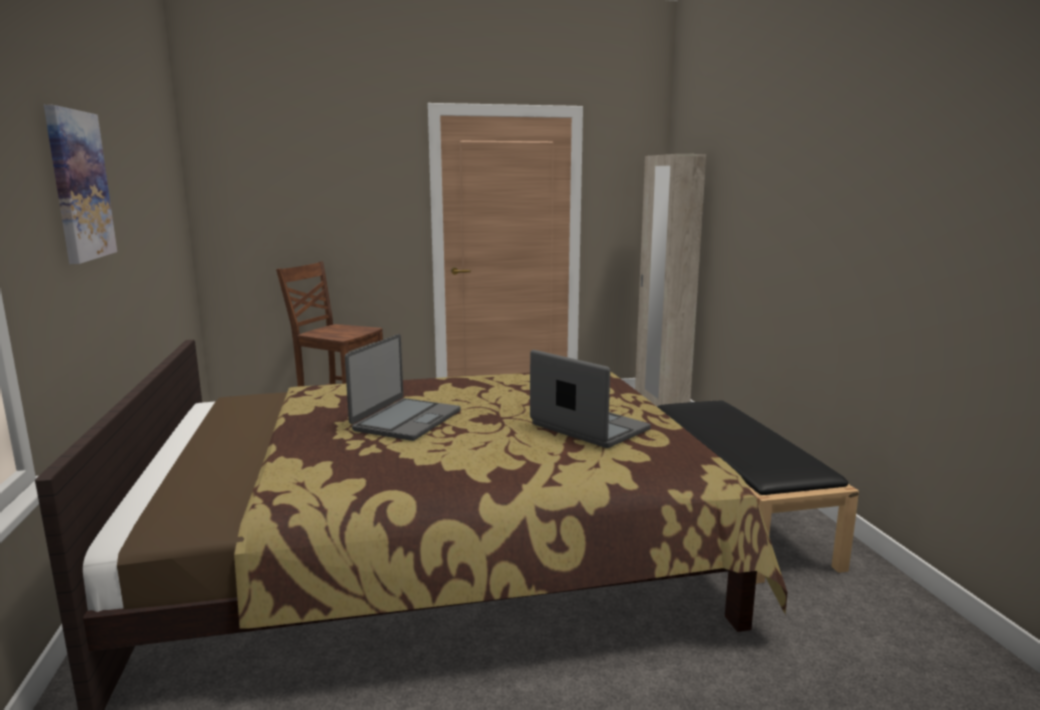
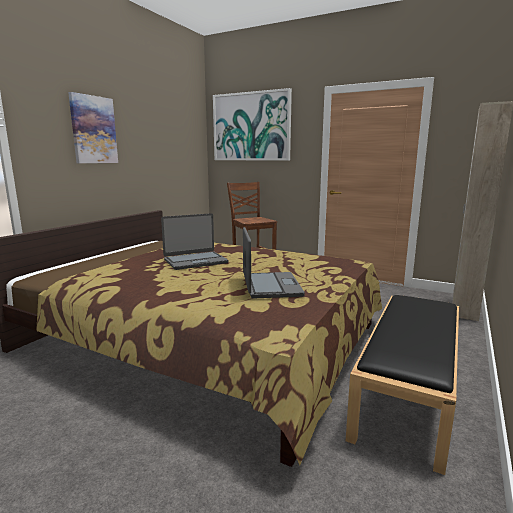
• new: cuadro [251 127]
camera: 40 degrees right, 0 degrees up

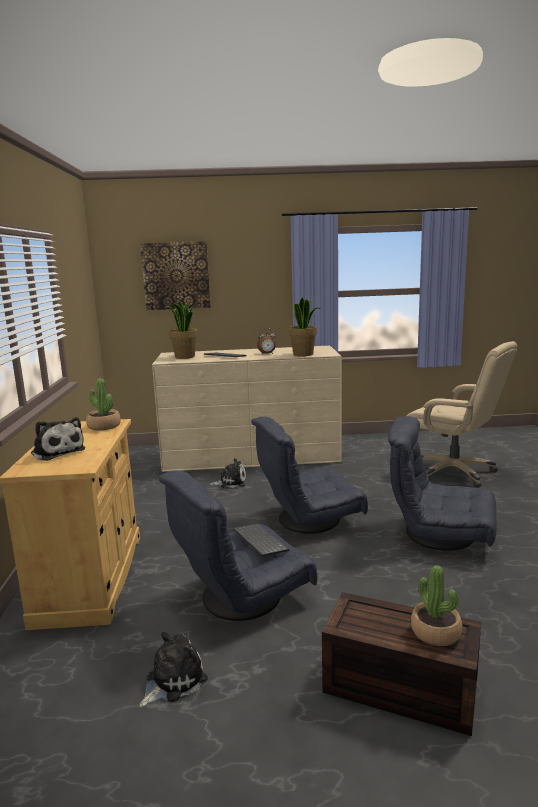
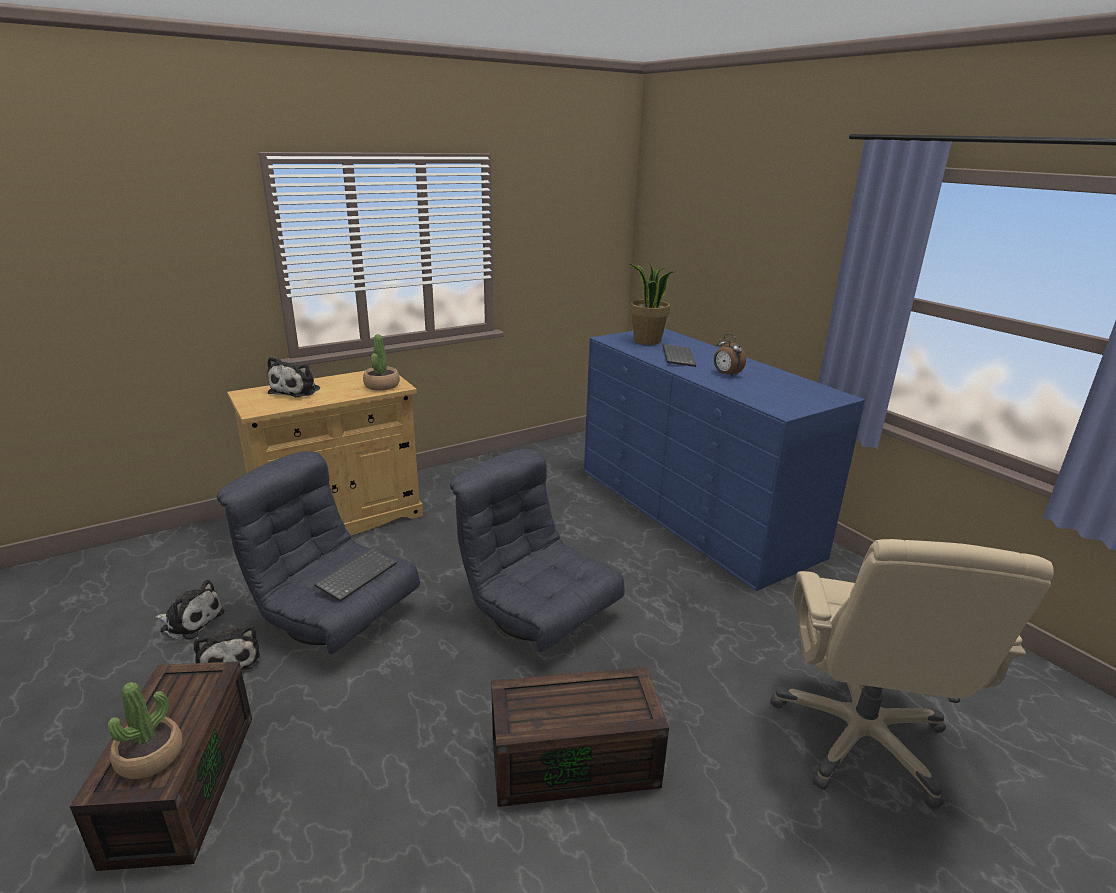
• gone: cuadro [176 276]
• gone: planta en maceta [303 354]
• shifted: peluche [231 482] to [229 659]
• swapped: sillón [gris] [440 534] to caja de almacenaje [marrón] [576 760]
• repainted: cómoda [beis] [251 455] to cómoda [azul] [693 510]
camera: 60 degrees right, 10 degrees up

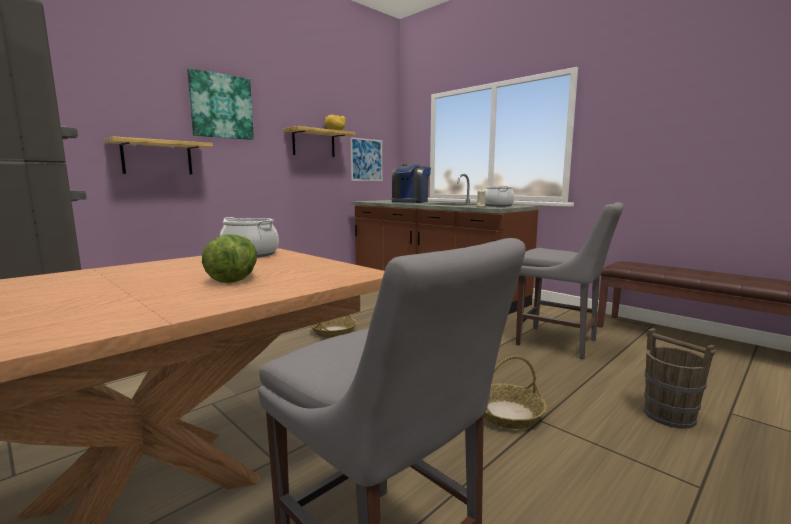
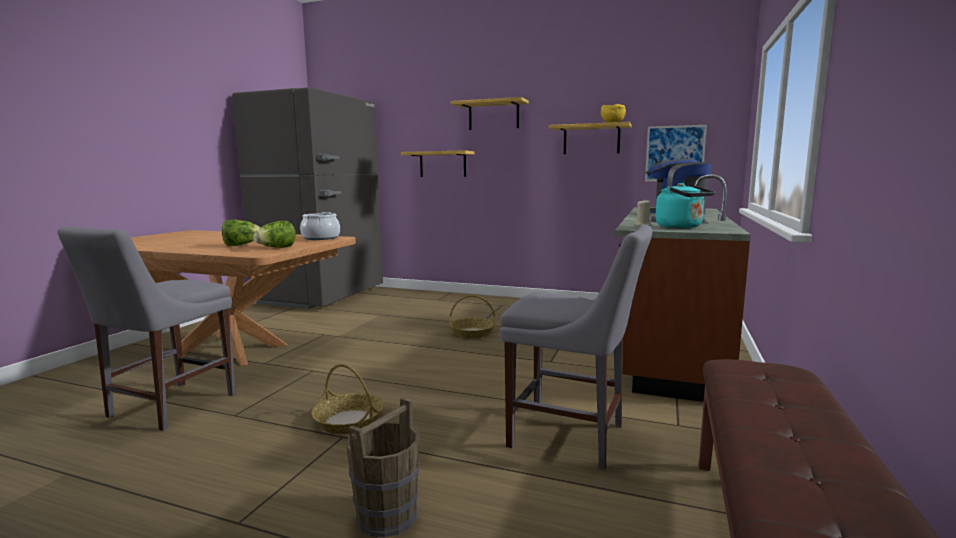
• new: lechuga [277 248]
• swapped: cuadro [221 106] to estante [493 115]
• swapped: olla [498 206] to hervidor [turquesa] [681 227]
• rotated: silla [gris] [561 343] = [572 437] 75 degrees counterclockwise
camera: 65 degrees right, 0 degrees up

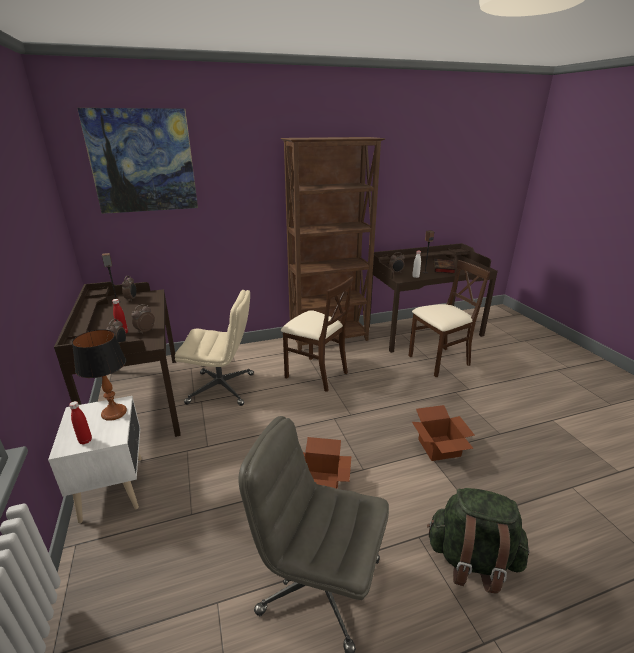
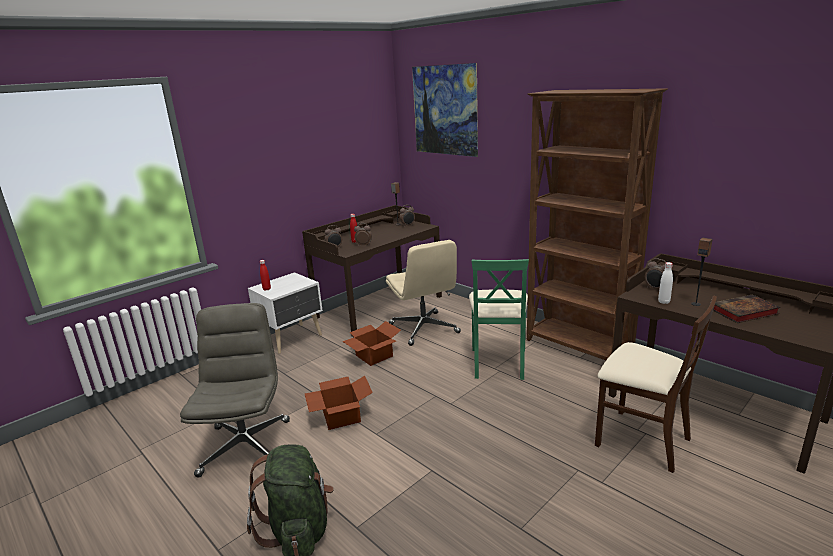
• gone: lámpara de mesa [114 413]
• shifted: caja de cartón [439 448] to [373 356]
• repainted: silla [beis] [316 374] to silla [verde] [498 363]
camera: 65 degrees right, 5 degrees down

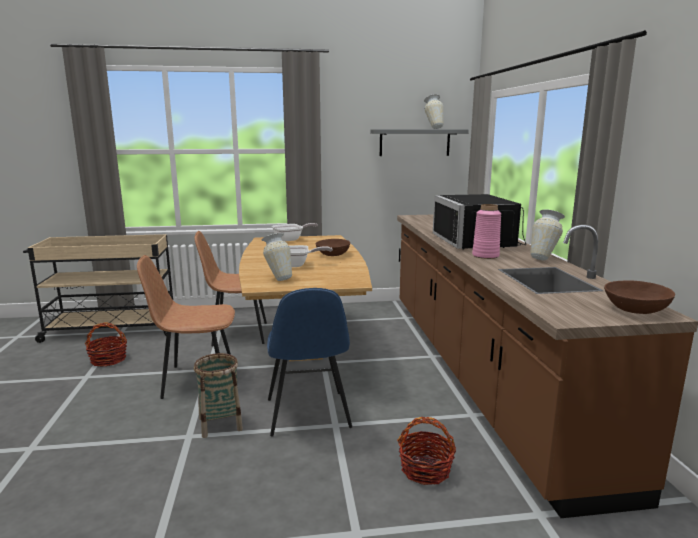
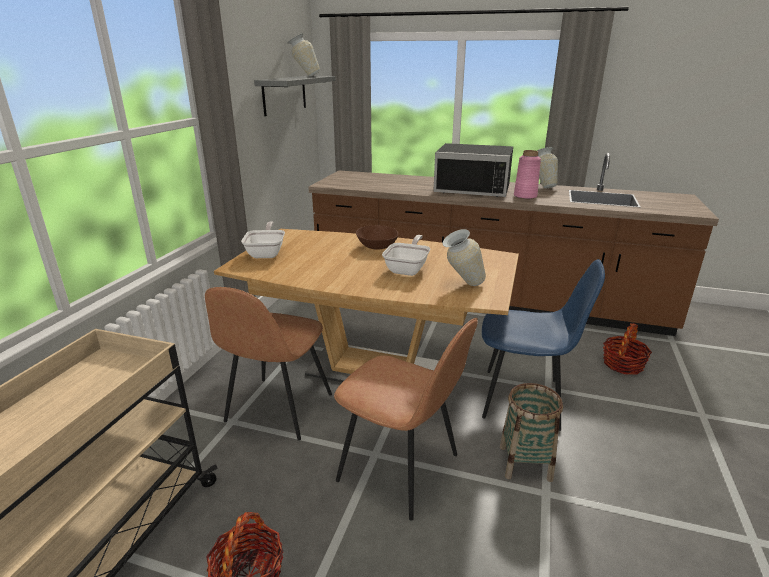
• gone: cuenco [marrón] [635 310]
• rotated: silla [marrón] [196 380] = [401 469] 75 degrees counterclockwise
camera: 65 degrees left, 10 degrees up

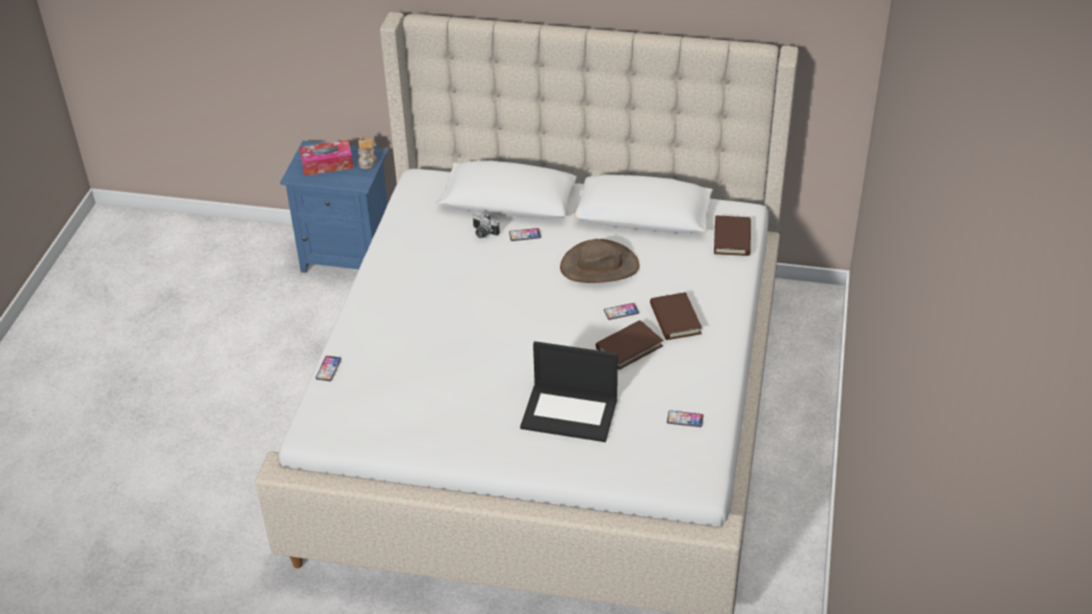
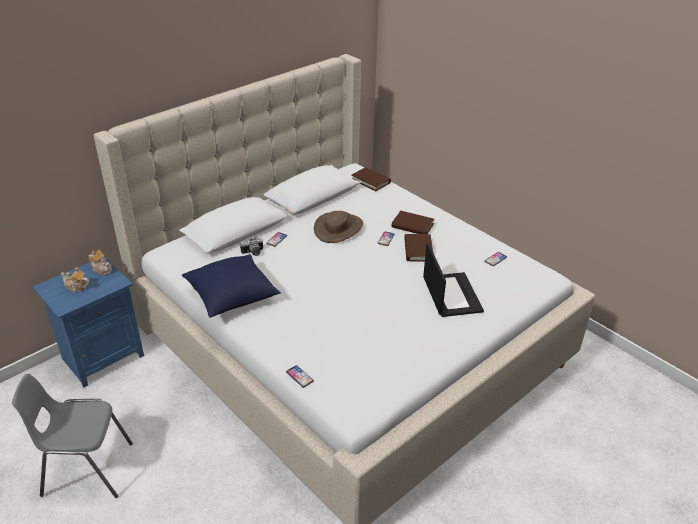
• new: silla [gris] [86 469]
• new: cojín [azul] [232 297]
• swapped: caja de pañuelos [327 164] to tetera [76 287]
• rotated: portátil [570 412] = [451 294] 60 degrees counterclockwise
camera: 55 degrees left, 5 degrees down

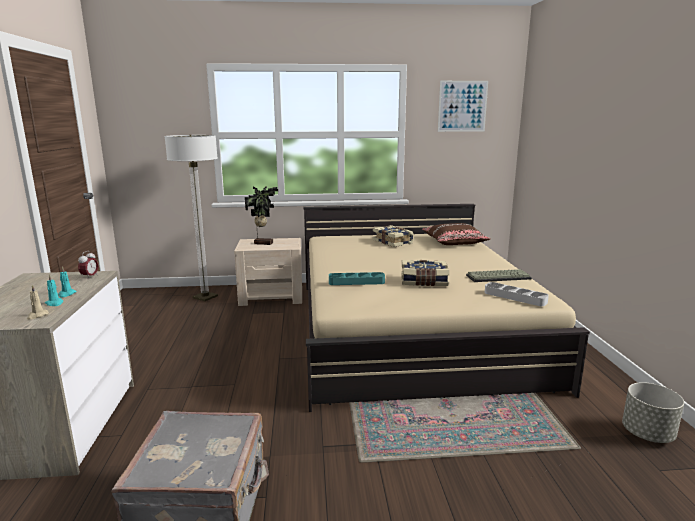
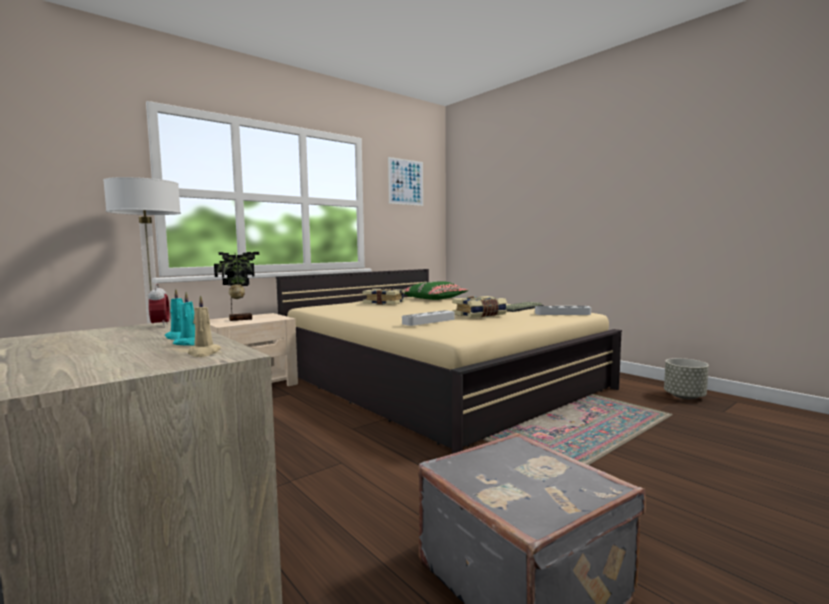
• repainted: bandeja [turquesa] [356 282] to bandeja [gris] [428 321]
• repainted: cojín [marrón] [454 242] to cojín [verde] [434 298]
camera: 35 degrees left, 10 degrees down

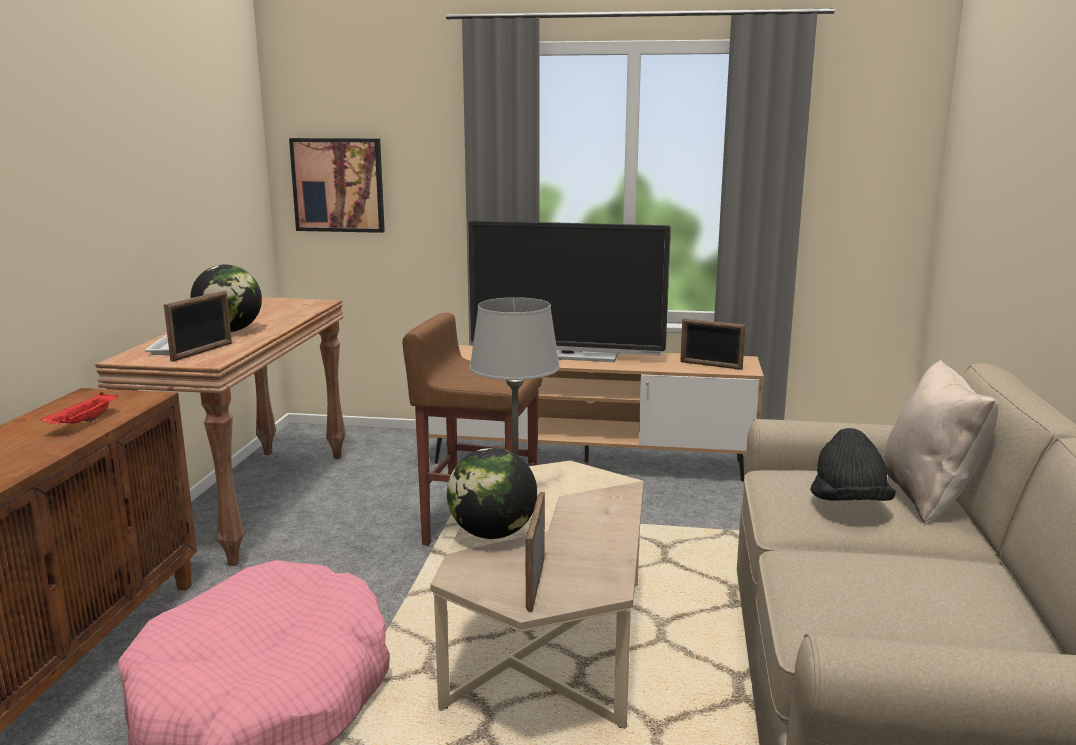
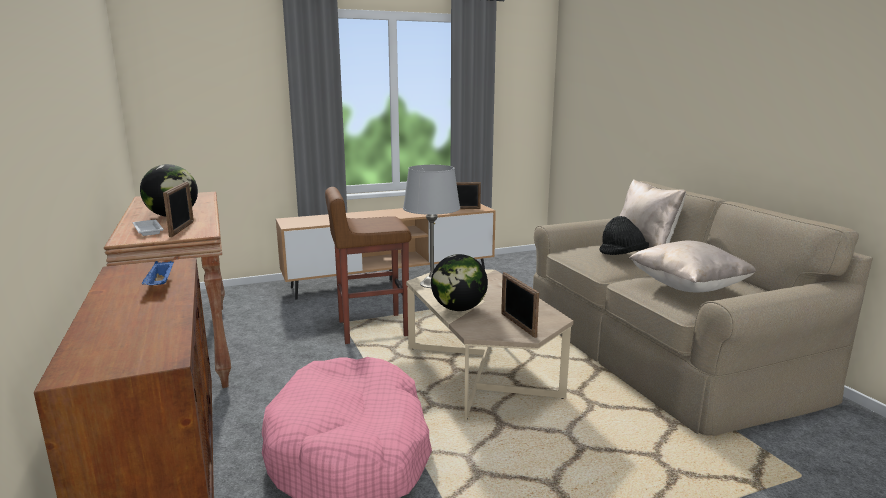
• gone: cuadro [338 185]
• gone: televisor [567 355]
• new: cojín [beis] [688 287]
• repainted: bandeja [rojo] [83 423] to bandeja [azul] [161 284]
camera: 30 degrees left, 0 degrees up

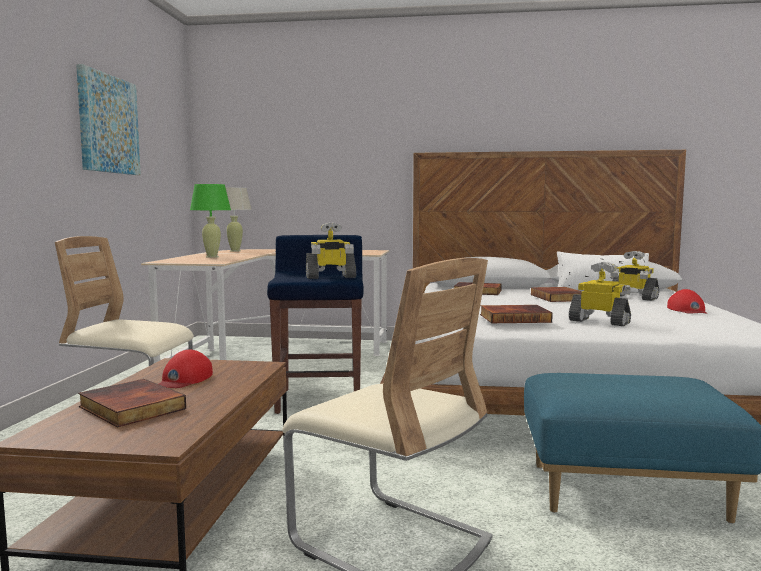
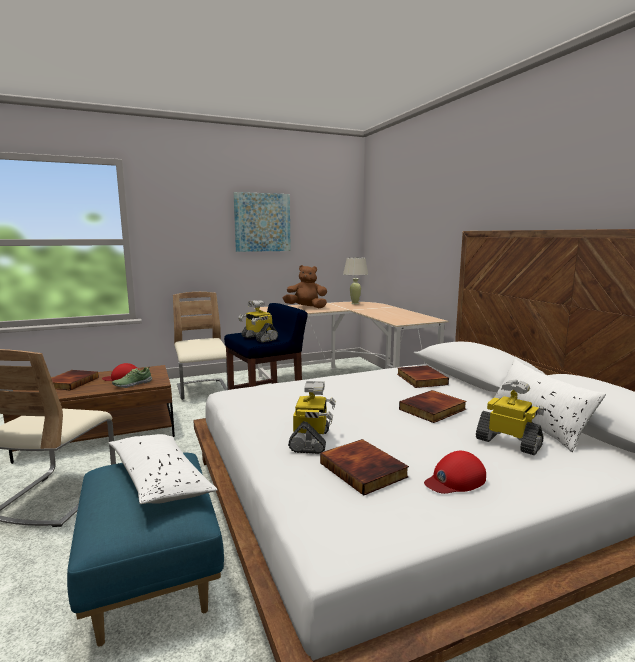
• new: cojín [blanco] [160 480]
• new: zapato [132 384]
• shifted: libro [514 318] to [364 469]
• swapped: lámpara de mesa [verde] [212 257] to peluche [marrón] [306 307]
• rotated: robot de juguete [632 297] = [509 442] 120 degrees clockwise
camera: 60 degrees right, 5 degrees up

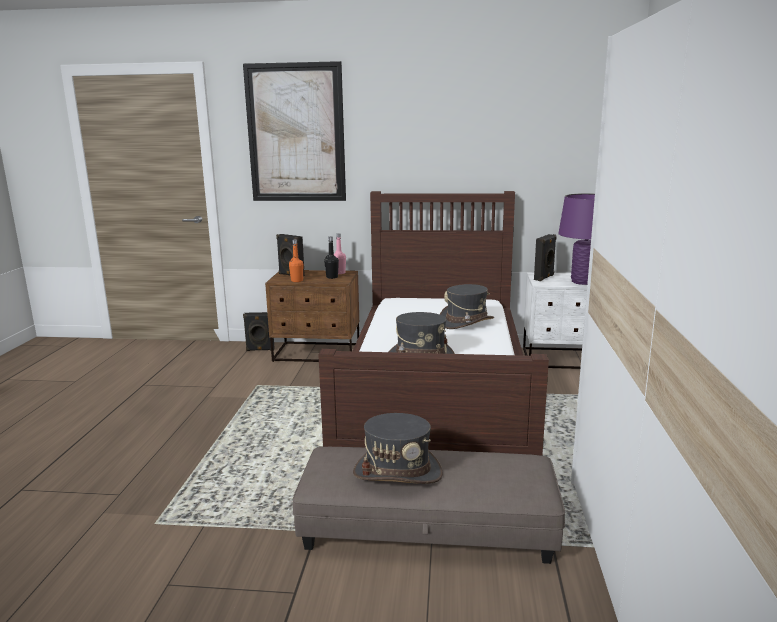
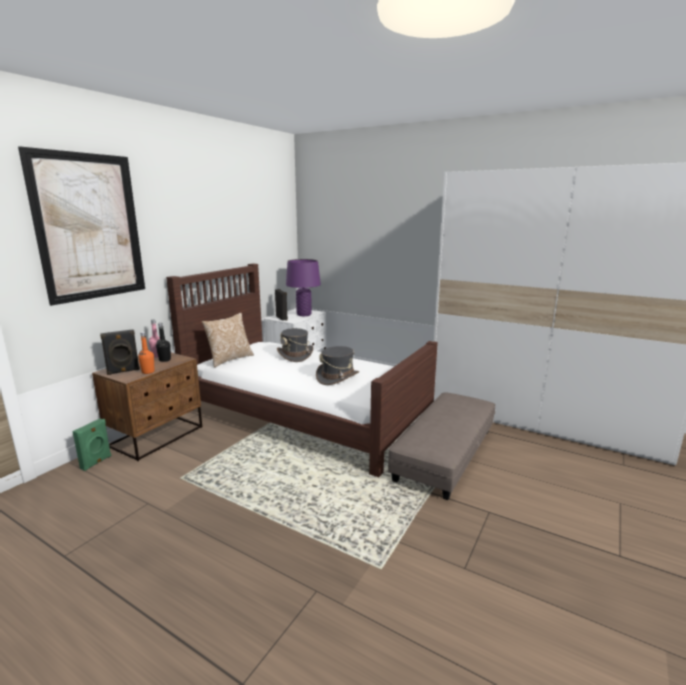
• gone: sombrero [gris] [397 472]
• new: cojín [229 359]
• repainted: altavoz [negro] [260 349] to altavoz [verde] [96 462]
camera: 65 degrees left, 0 degrees up

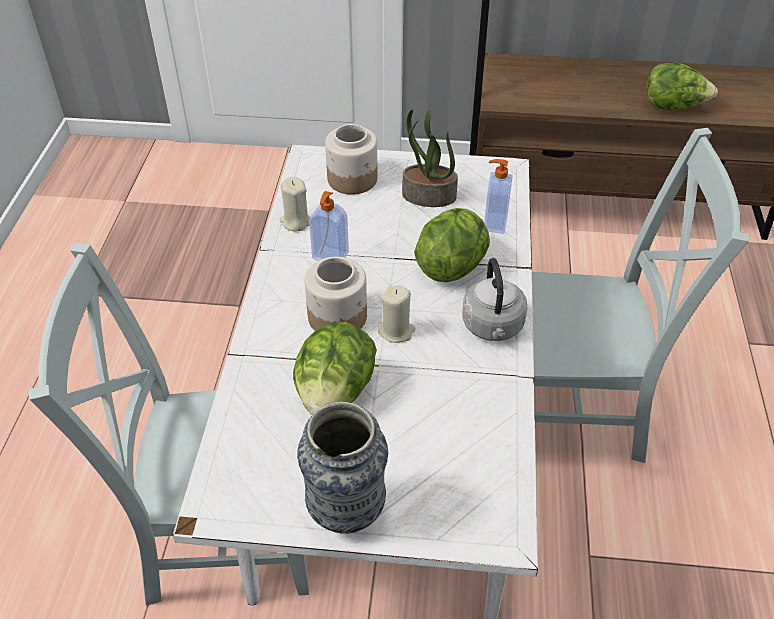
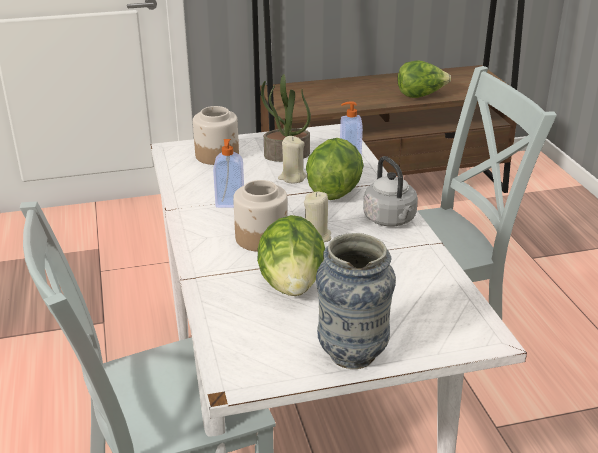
• shifted: vela [beis] [295 222] to [292 178]
camera: 20 degrees left, 15 degrees down

